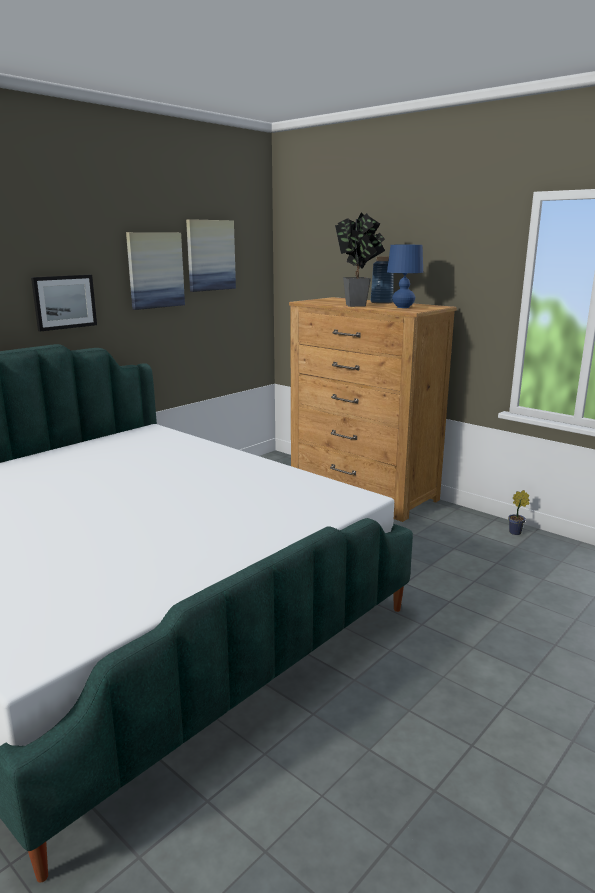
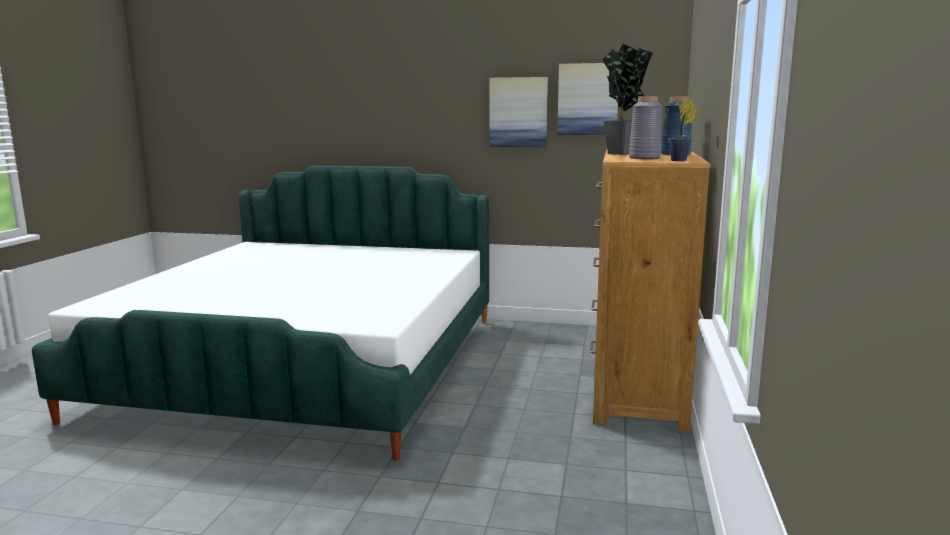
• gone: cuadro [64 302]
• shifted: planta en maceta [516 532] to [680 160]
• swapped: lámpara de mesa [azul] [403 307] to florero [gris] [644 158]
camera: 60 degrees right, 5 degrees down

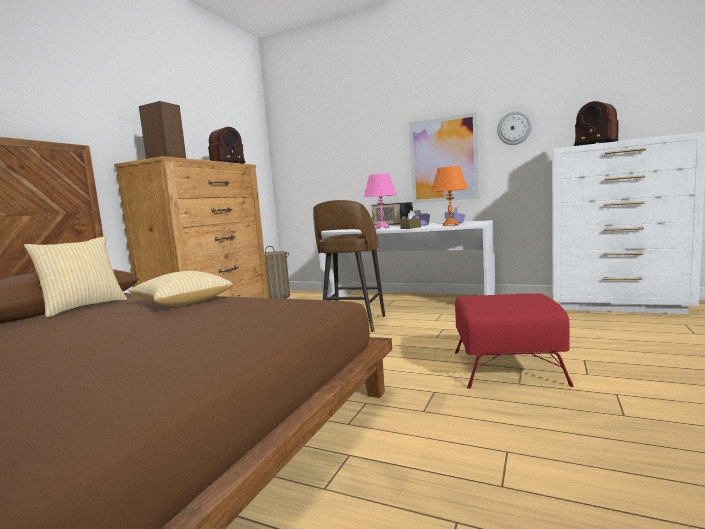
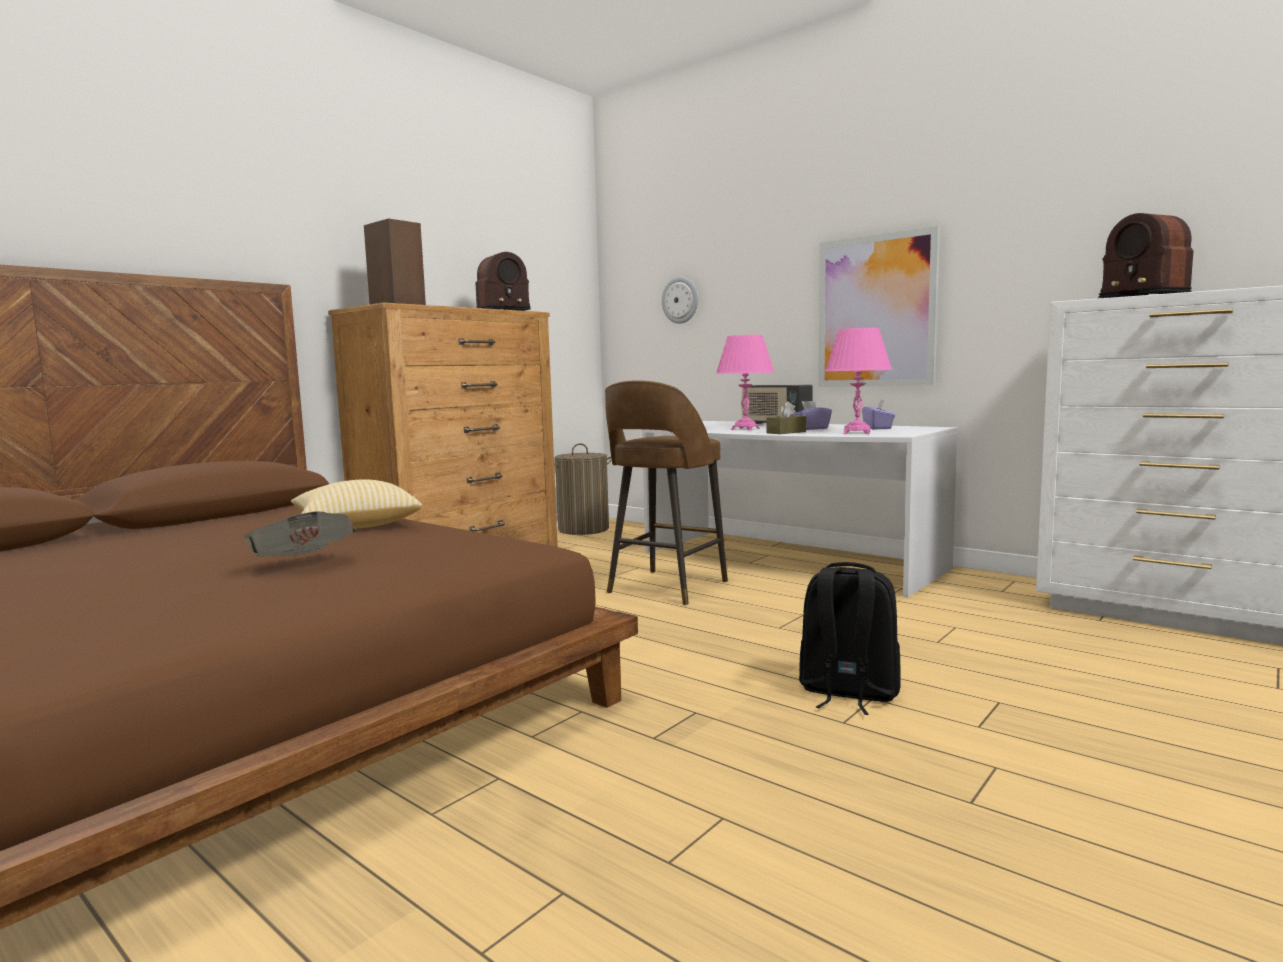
• gone: cojín [83 307]
• new: periódico [304 564]
• shifted: reloj de pared [514 128] to [680 300]
• swapped: puf [rojo] [506 367] to mochila [negro] [847 693]
• repainted: lámpara de mesa [naranja] [450 225] to lámpara de mesa [rosa] [857 433]
camera: 15 degrees right, 0 degrees up

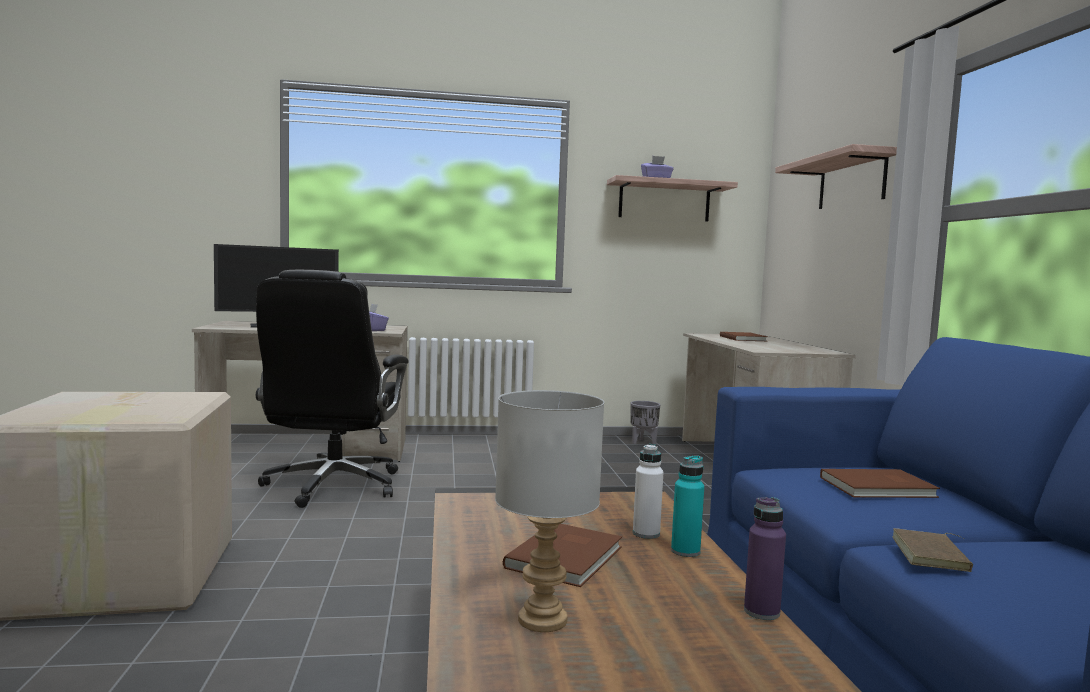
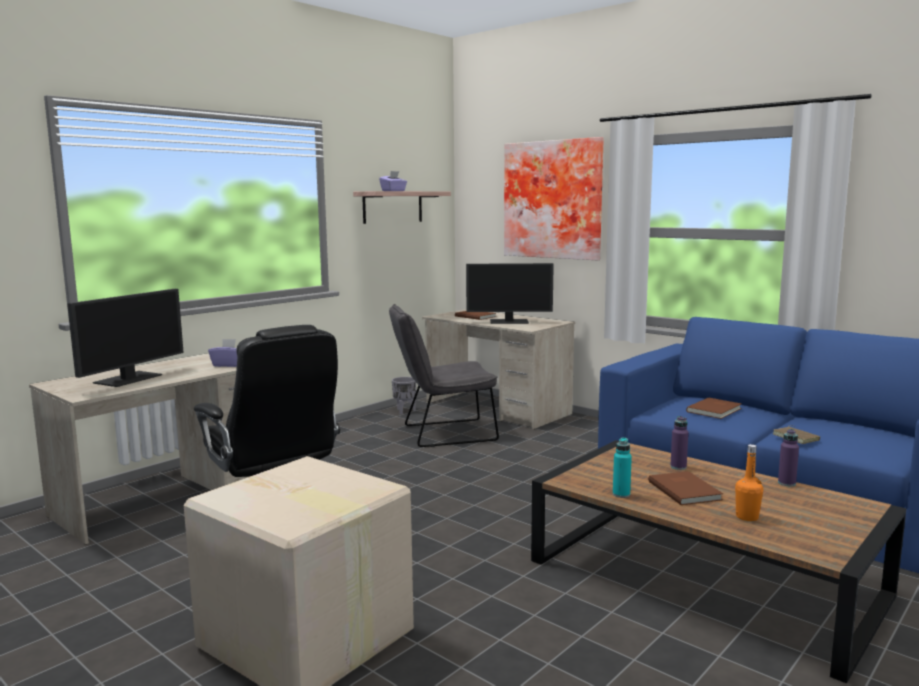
• new: silla [gris] [442 433]
• new: monitor [509 321]
• shifted: botella [turquesa] [685 551] to [621 494]
• swapped: lámpara de mesa [gris] [544 619] to botella [naranja] [747 517]
• swapped: estante [851 182] to cuadro [554 200]
• repainted: botella [blanco] [646 534] to botella [morado] [678 467]
camera: 40 degrees left, 5 degrees up

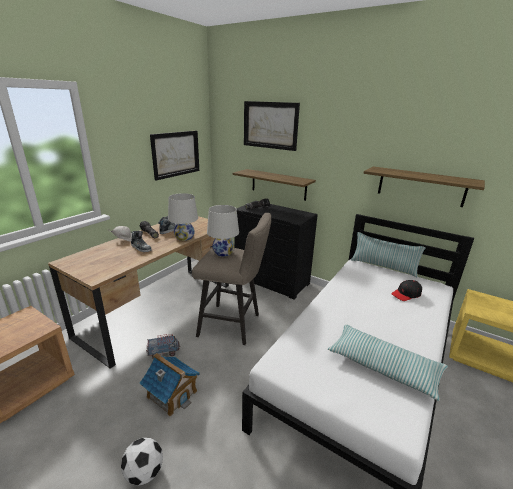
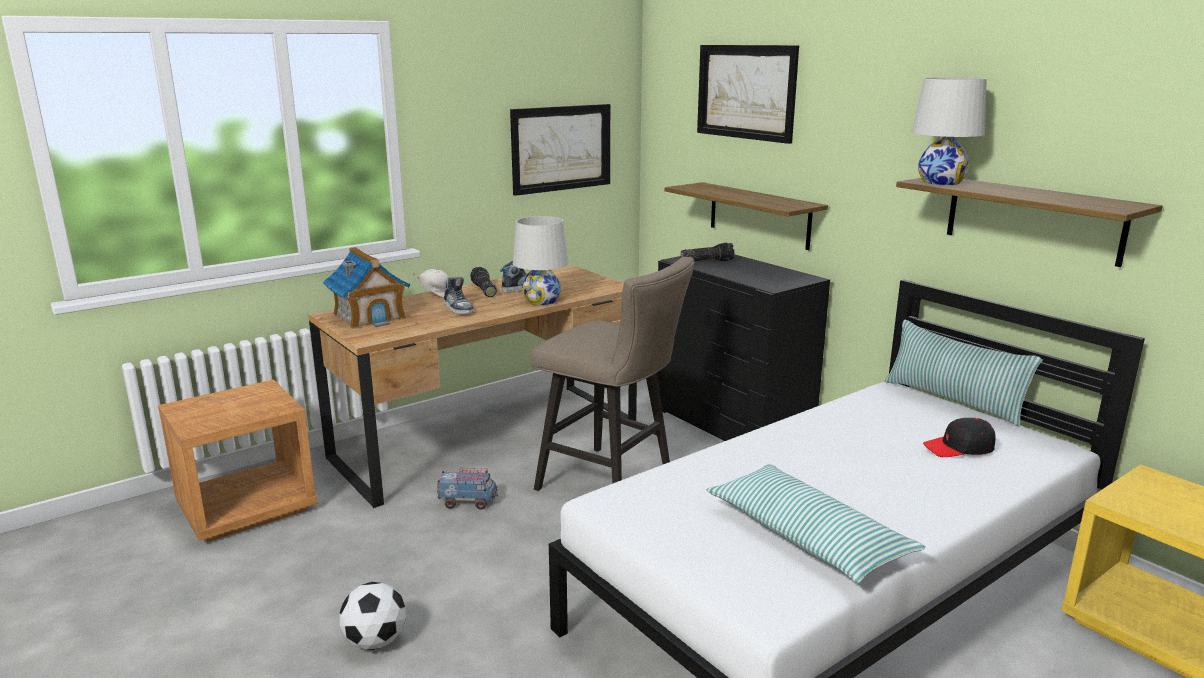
• shifted: casita [172 394] to [369 316]
• shifted: lámpara de mesa [blanco] [223 253] to [941 182]
camera: 20 degrees right, 5 degrees down

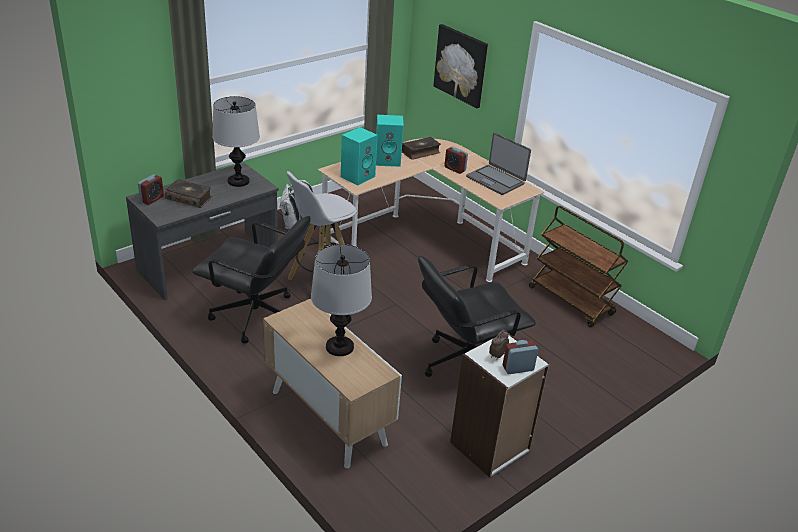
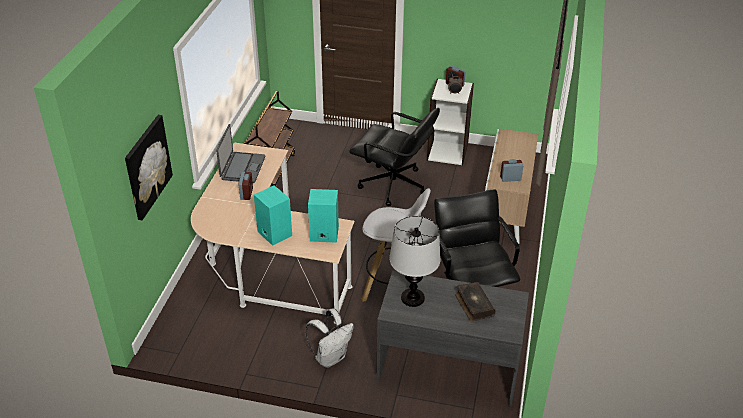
• gone: lámpara de mesa [340 346]
• gone: libro [420 152]
• shifted: despertador [152 199] to [510 178]
camera: 125 degrees left, 5 degrees up

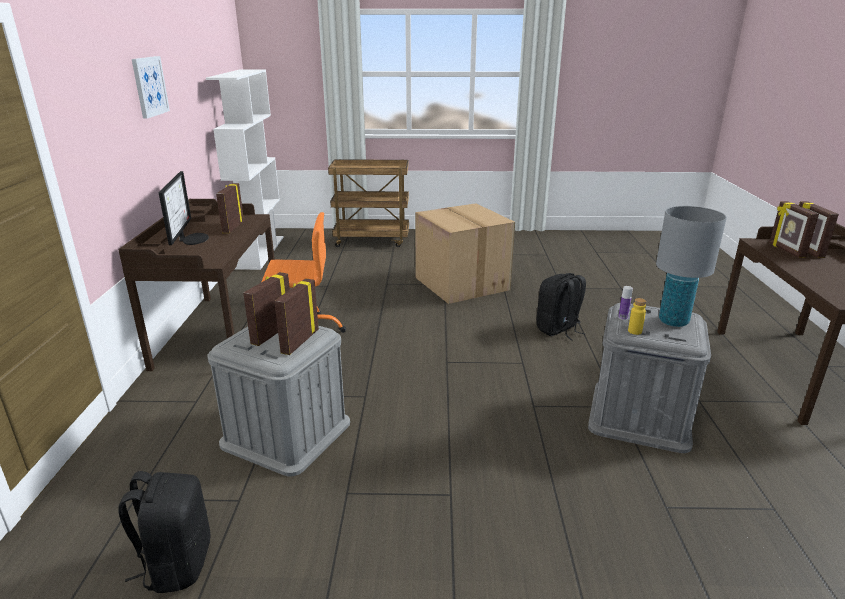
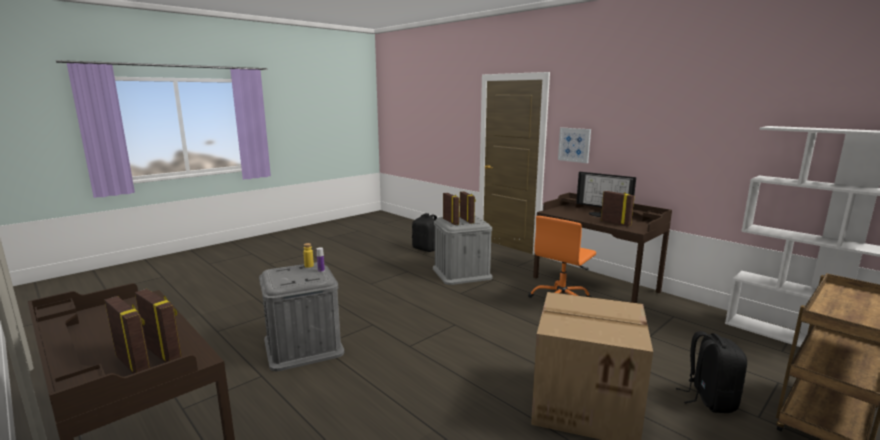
• gone: lámpara de mesa [gris] [673 321]
• shifted: cuadro [149 86] to [574 145]
• shifted: mochila [negro] [558 330] to [709 399]
camera: 135 degrees right, 10 degrees down

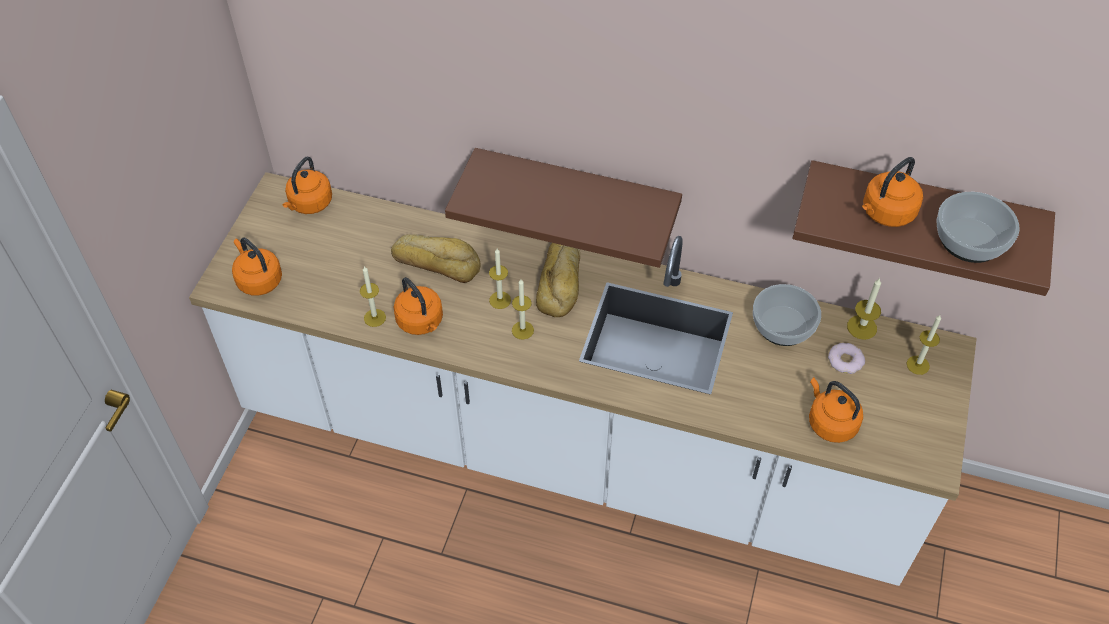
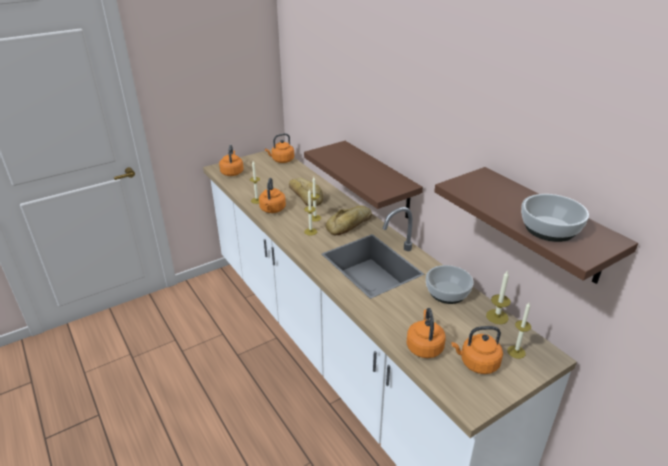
• gone: rosquilla [845 360]
• shifted: hervidor [naranja] [886 213] to [477 363]
camera: 40 degrees right, 20 degrees down

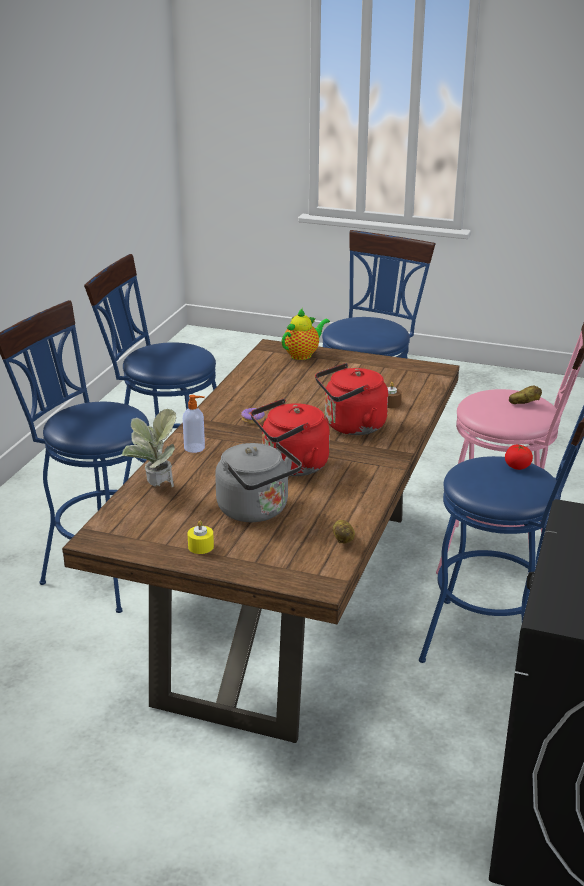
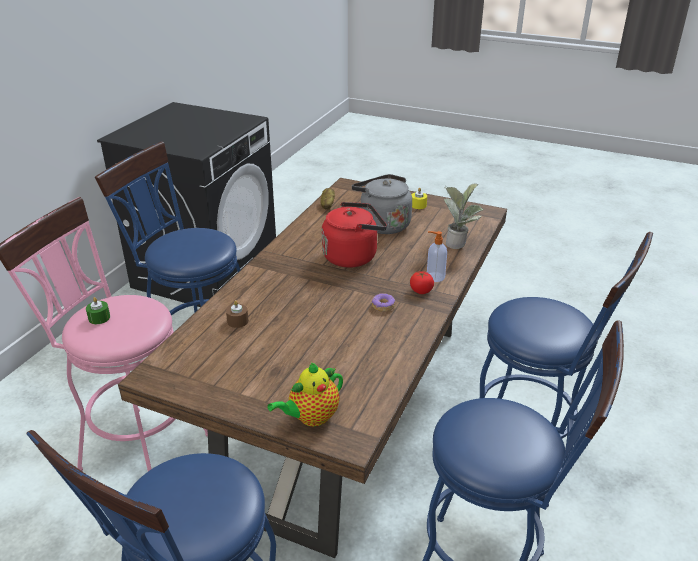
• gone: hervidor [rojo] [351 426]
• shifted: tomate [517 466] to [421 290]
• swapped: patata [524 403] to vela [verde] [99 318]
camera: 175 degrees left, 5 degrees up

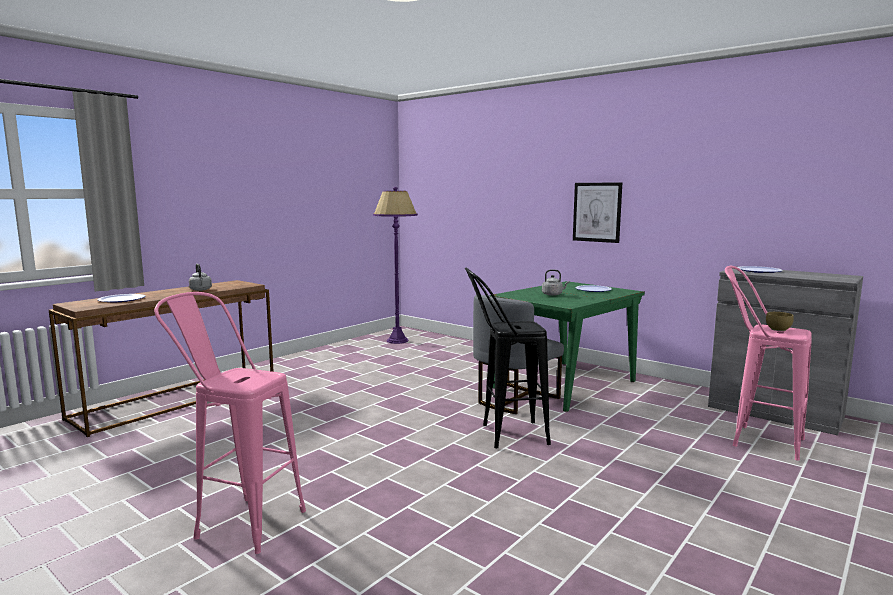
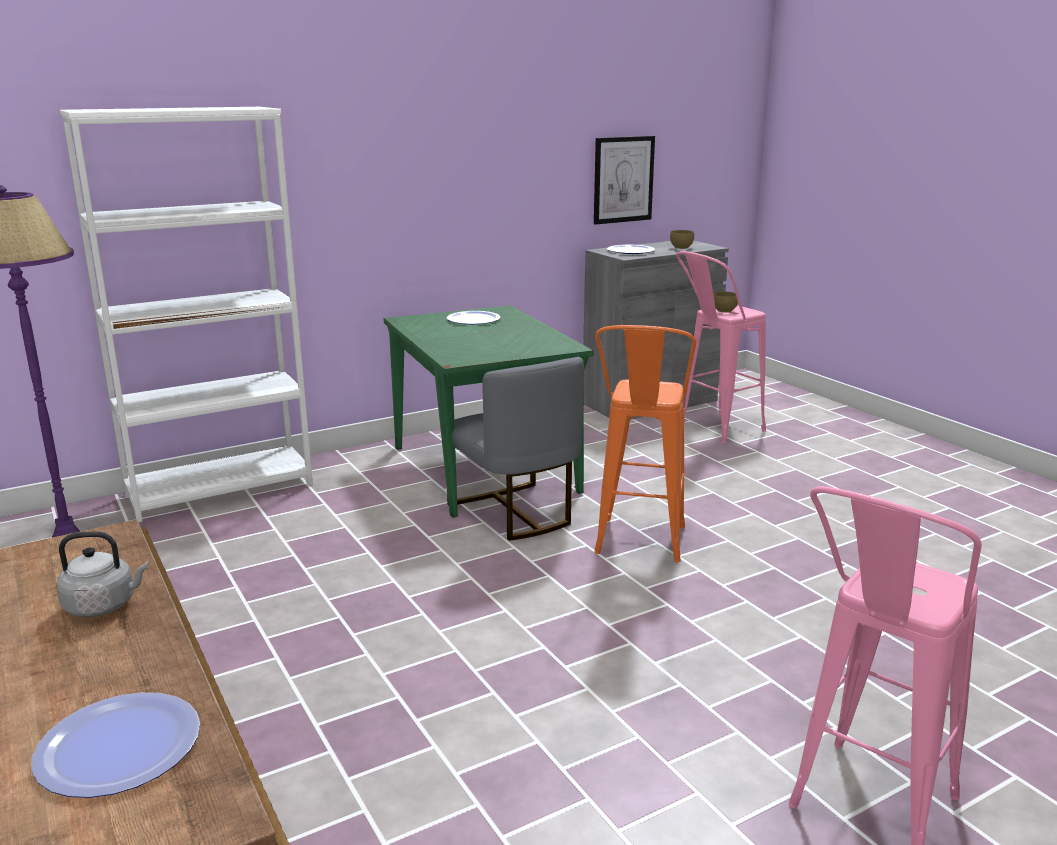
• gone: hervidor [gris] [553 294]
• new: estantería [blanco] [221 490]
• new: cuenco [marrón] [681 248]
• shifted: cuadro [597 212] to [623 179]
• repainted: taburete [negro] [503 435] to taburete [naranja] [639 548]
camera: 70 degrees left, 10 degrees up

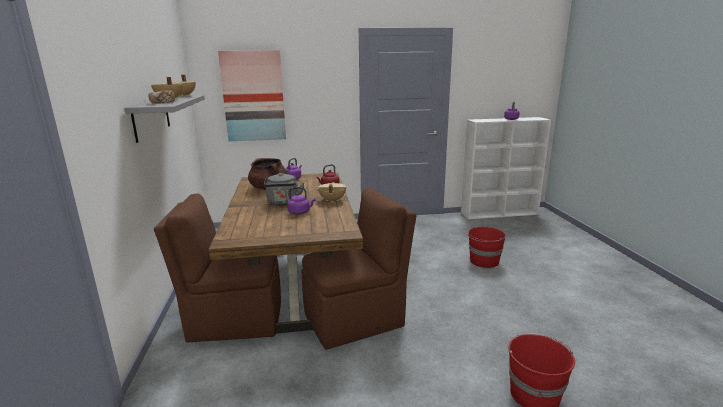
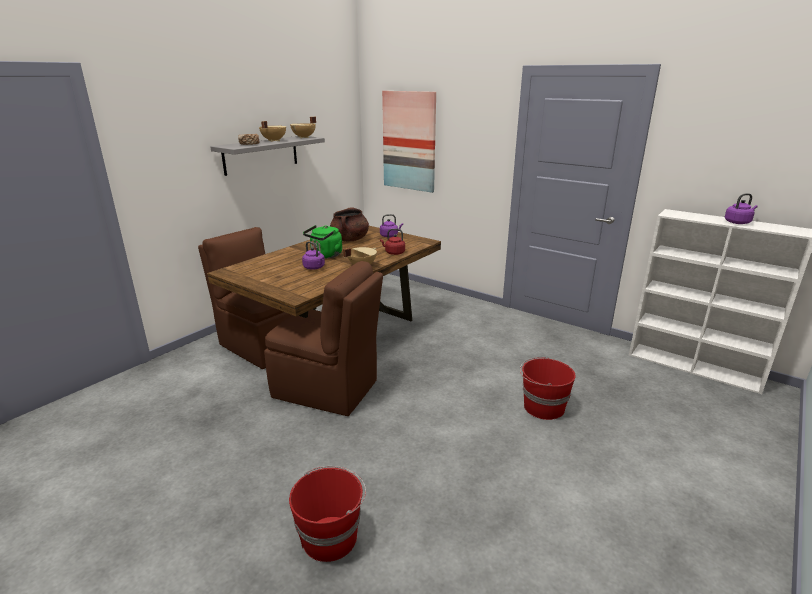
• repainted: hervidor [gris] [283 203] to hervidor [verde] [325 256]
camera: 45 degrees right, 5 degrees up

